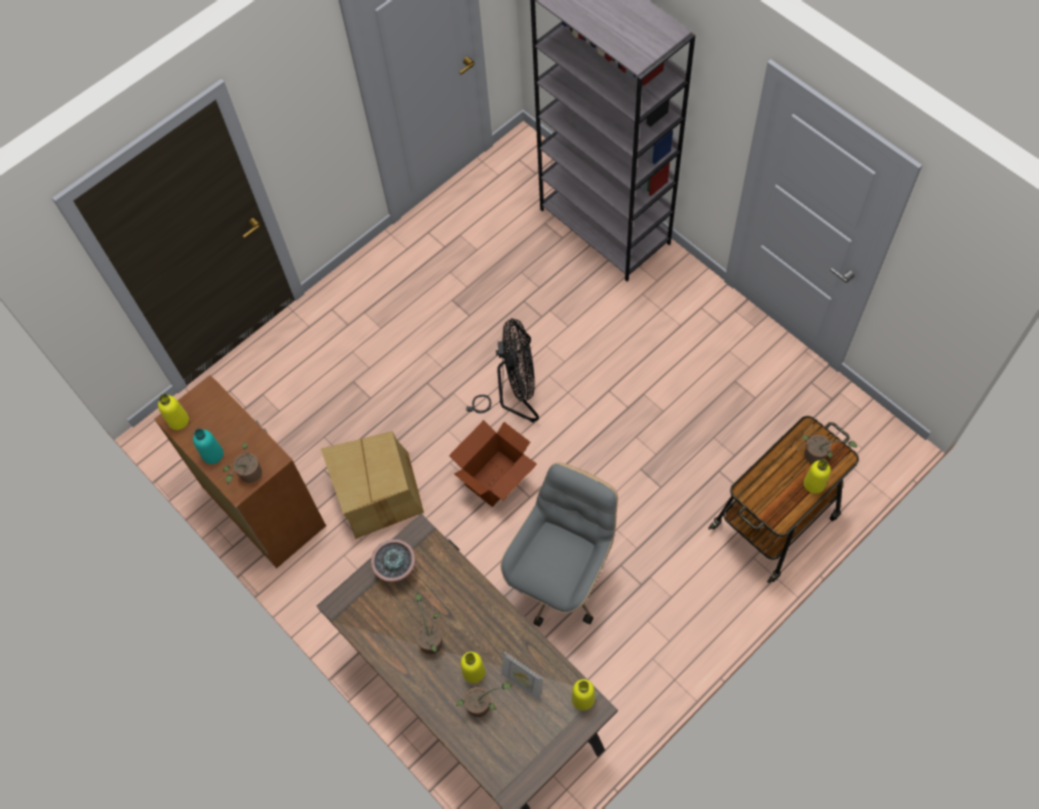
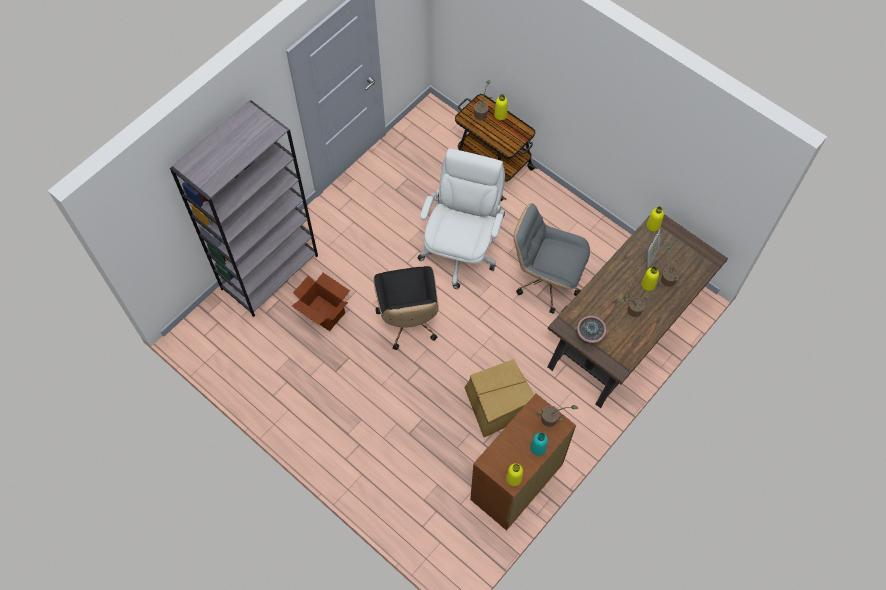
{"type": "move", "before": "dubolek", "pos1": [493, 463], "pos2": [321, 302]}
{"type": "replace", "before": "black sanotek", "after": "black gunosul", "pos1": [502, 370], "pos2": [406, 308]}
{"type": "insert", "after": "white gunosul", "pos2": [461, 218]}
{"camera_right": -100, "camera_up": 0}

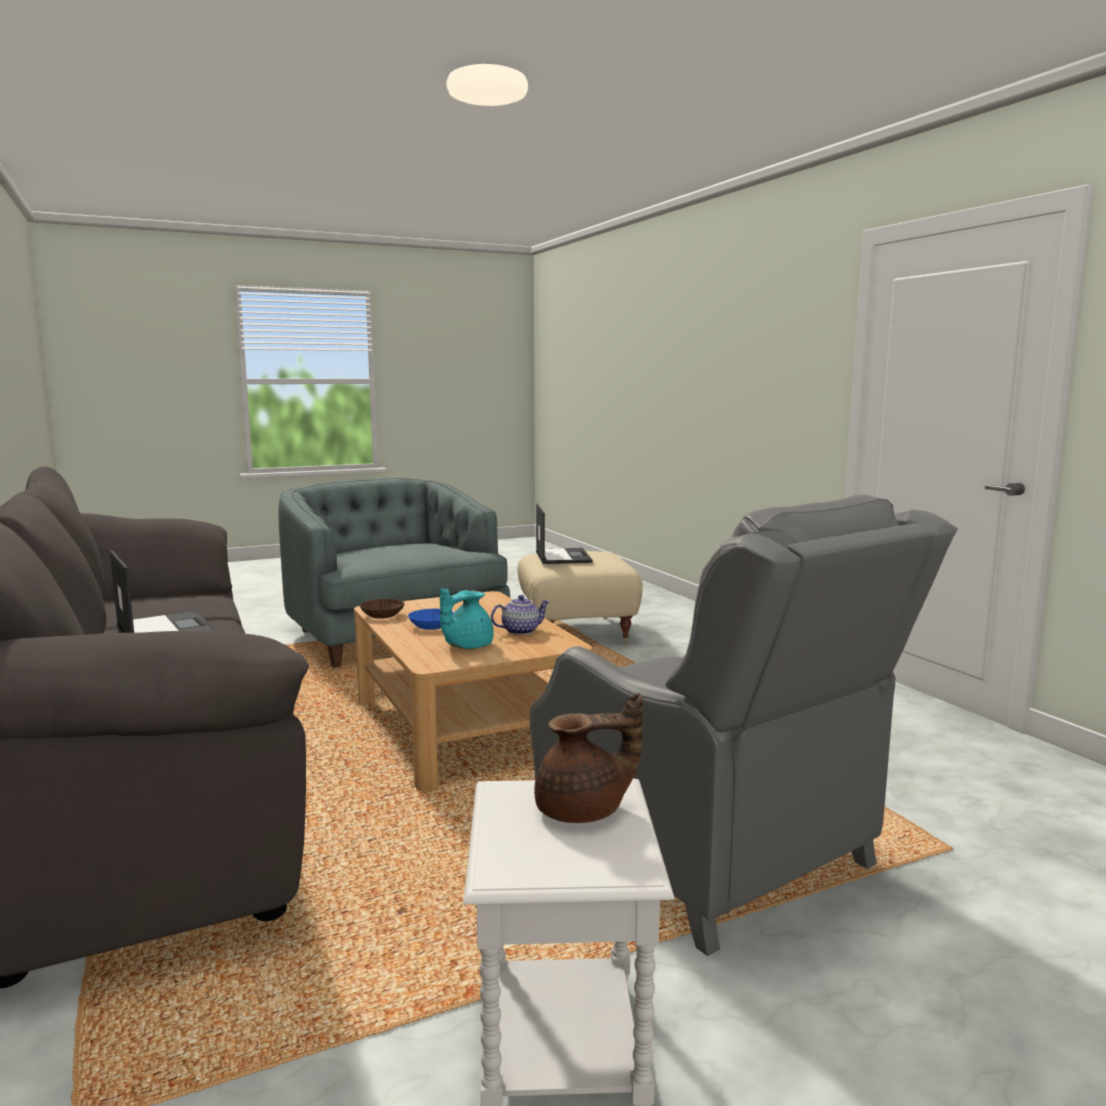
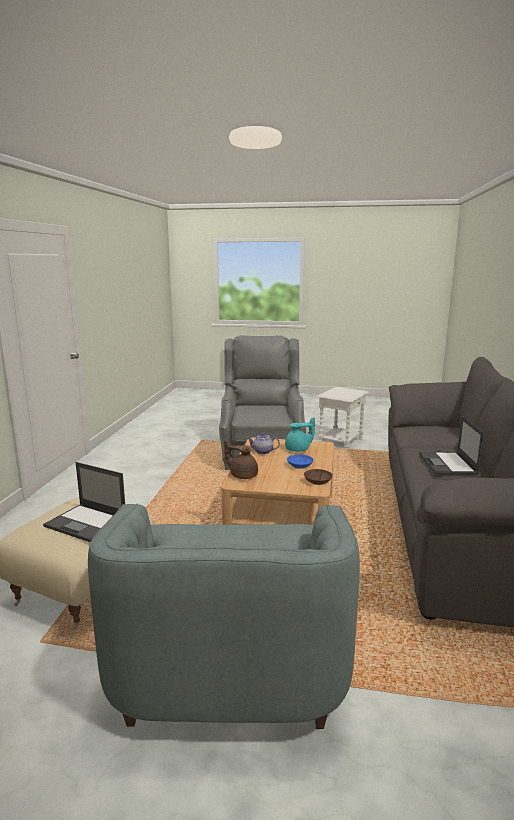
{"type": "move", "before": "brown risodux", "pos1": [588, 758], "pos2": [241, 459]}
{"type": "rotate", "before": "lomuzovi", "pos1": [564, 534], "pos2": [84, 502], "turn": -90}
{"camera_right": -145, "camera_up": 5}

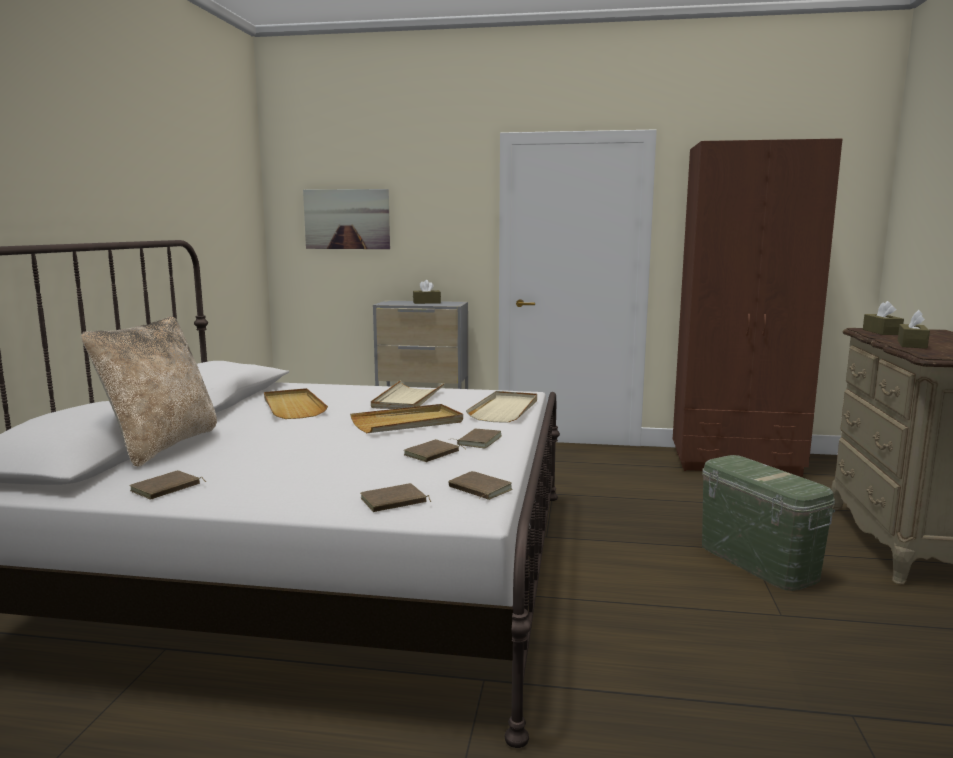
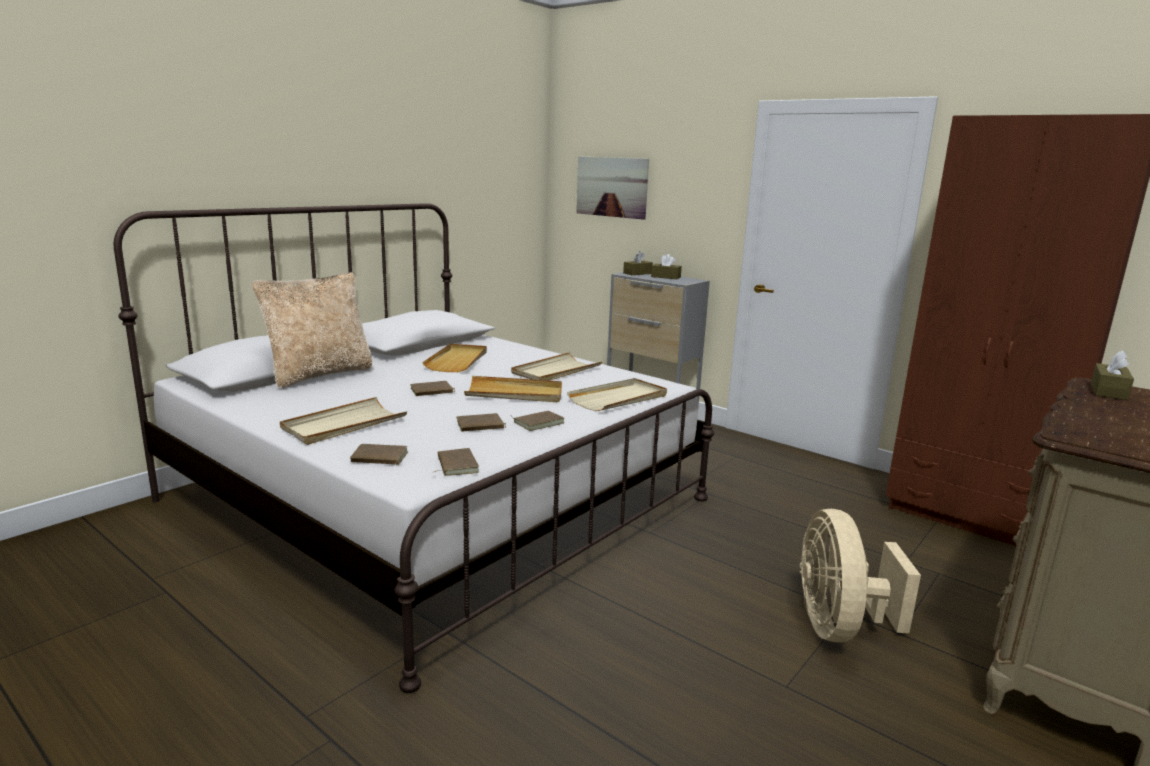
{"type": "move", "before": "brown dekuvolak", "pos1": [167, 485], "pos2": [432, 388]}
{"type": "replace", "before": "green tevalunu", "after": "beige sanotek", "pos1": [768, 523], "pos2": [860, 575]}
{"type": "move", "before": "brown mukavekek", "pos1": [914, 329], "pos2": [638, 263]}
{"type": "insert", "after": "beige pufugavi", "pos2": [343, 421]}
{"camera_right": 30, "camera_up": 5}

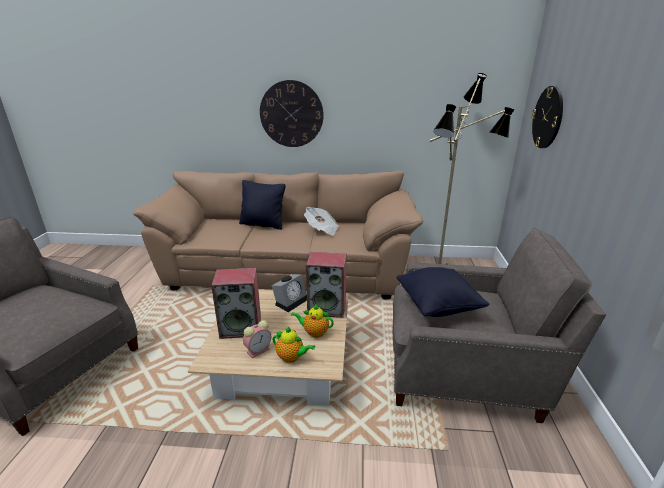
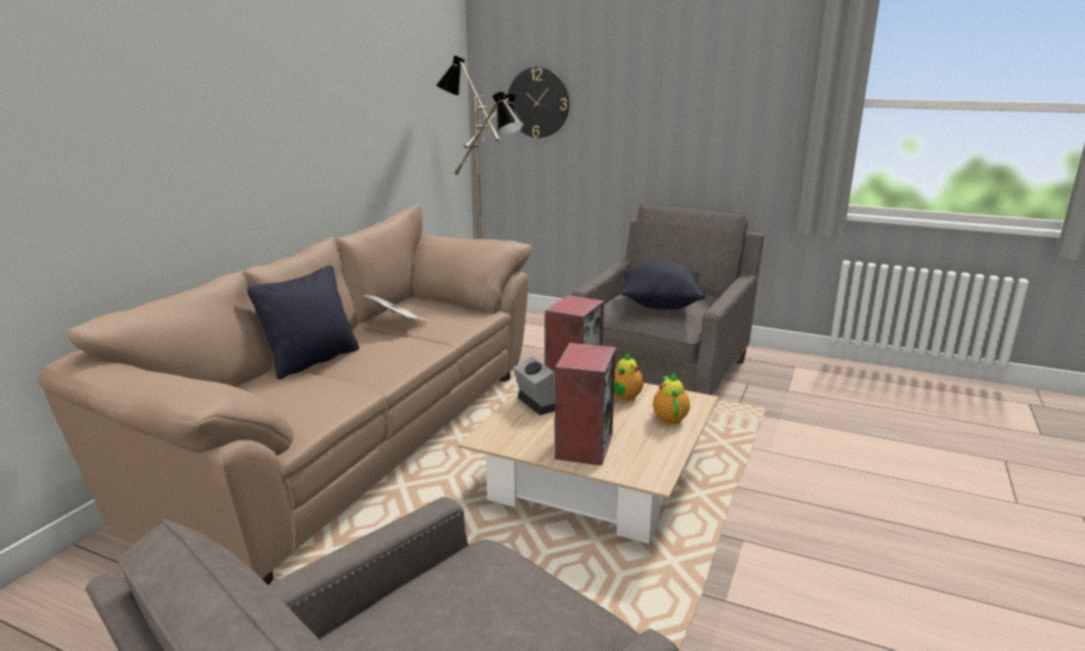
{"type": "delete", "before": "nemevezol", "pos1": [257, 339]}
{"type": "delete", "before": "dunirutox", "pos1": [292, 113]}
{"type": "rotate", "before": "risodux", "pos1": [293, 345], "pos2": [671, 398], "turn": -45}
{"camera_right": -70, "camera_up": -5}

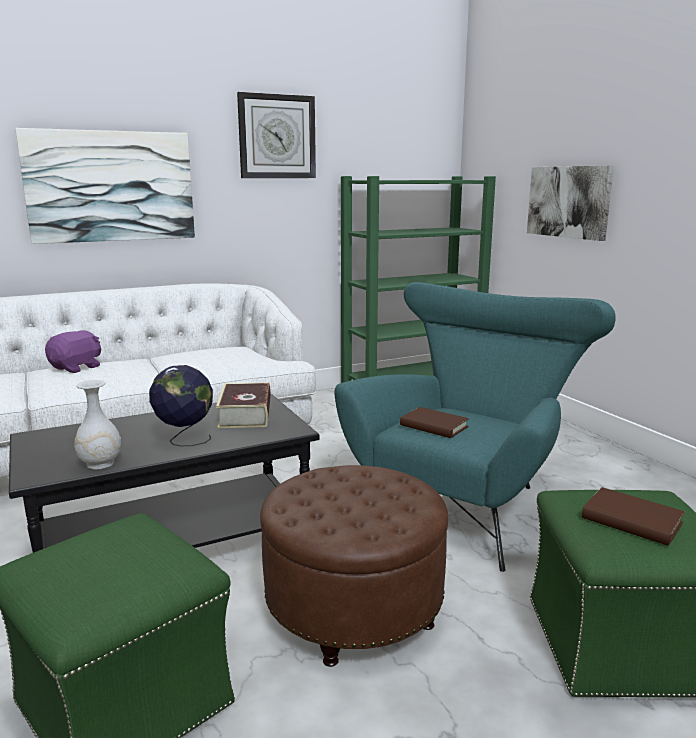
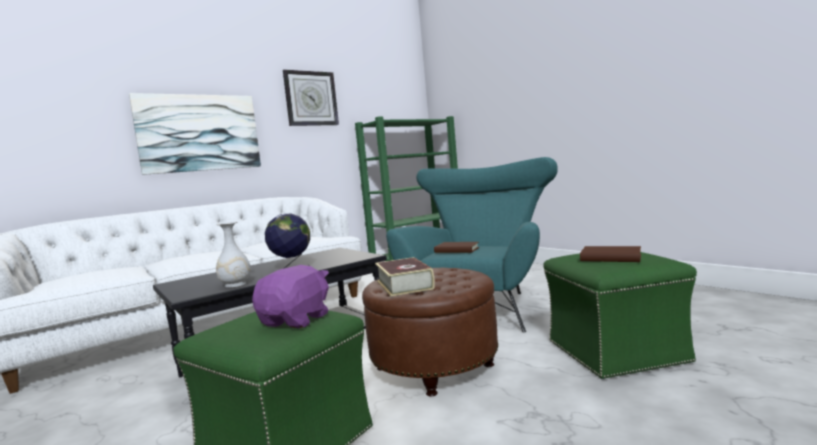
{"type": "move", "before": "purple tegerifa", "pos1": [73, 351], "pos2": [290, 297]}
{"type": "move", "before": "dekuvolak", "pos1": [243, 405], "pos2": [405, 277]}
{"type": "delete", "before": "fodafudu", "pos1": [570, 203]}
{"camera_right": -10, "camera_up": -10}

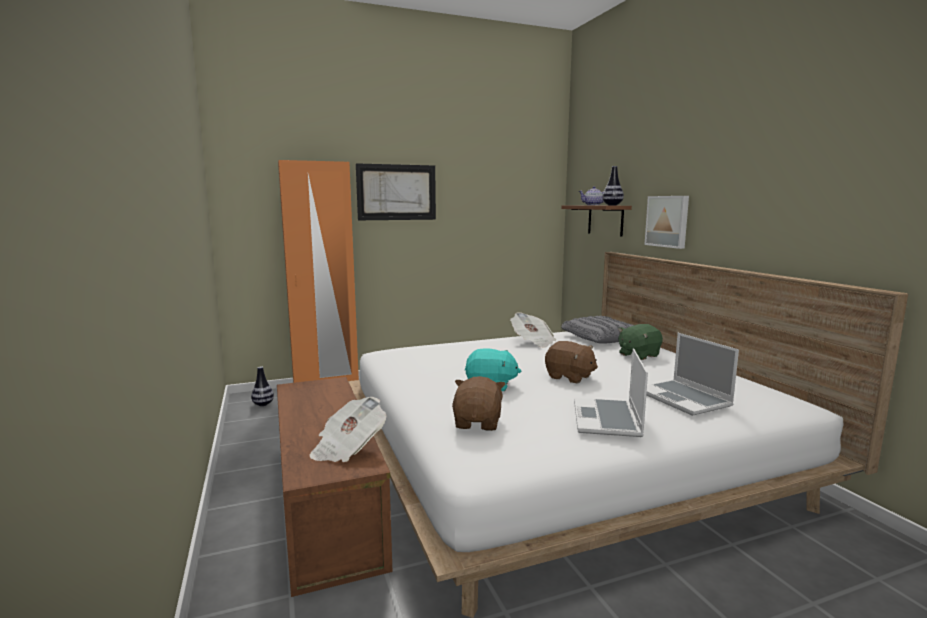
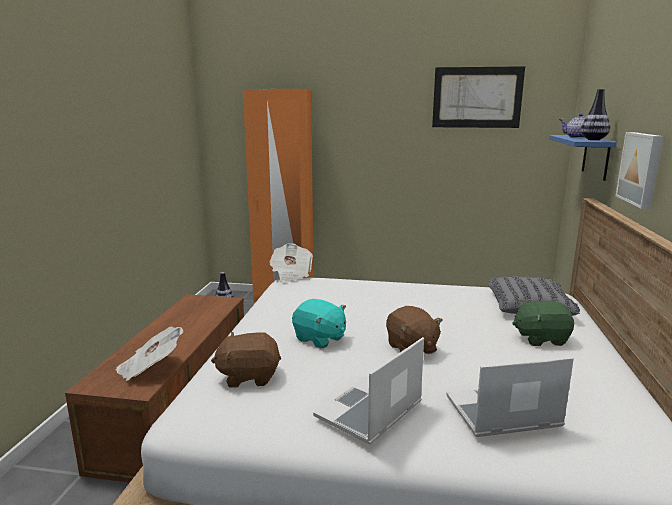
{"type": "move", "before": "fodafudu", "pos1": [396, 191], "pos2": [478, 97]}
{"type": "rotate", "before": "brown tegerifa", "pos1": [478, 403], "pos2": [246, 359], "turn": -135}
{"type": "move", "before": "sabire", "pos1": [533, 330], "pos2": [291, 262]}
{"type": "recolor", "before": "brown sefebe", "after": "blue sefebe", "pos1": [596, 221], "pos2": [583, 158]}
{"type": "rotate", "before": "lomuzovi", "pos1": [692, 374], "pos2": [510, 397], "turn": 75}
{"camera_right": 30, "camera_up": 5}

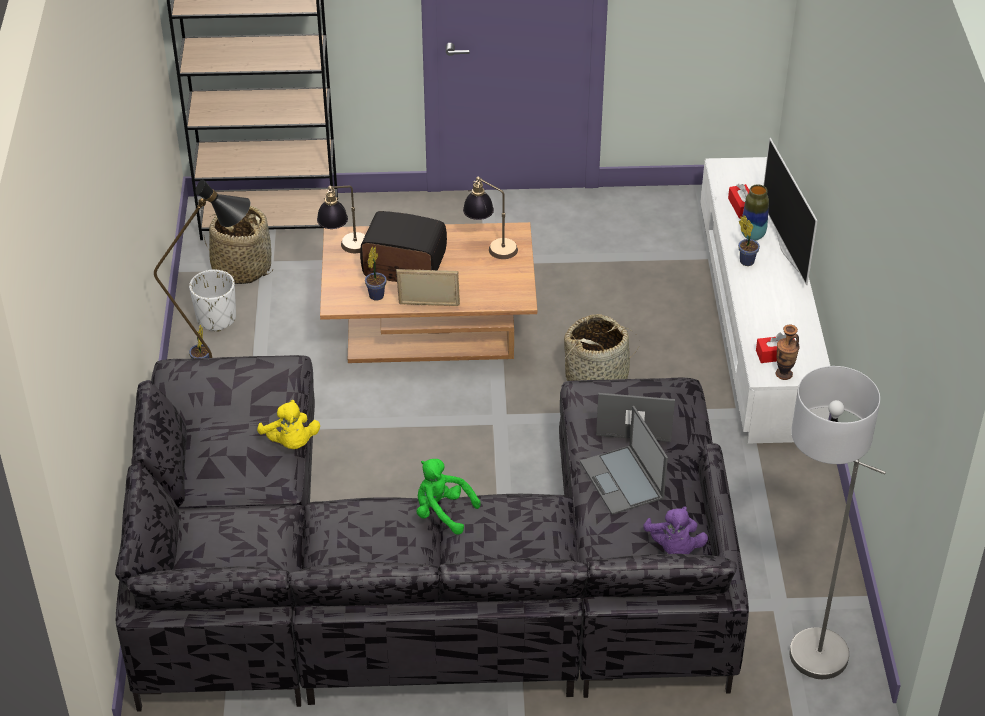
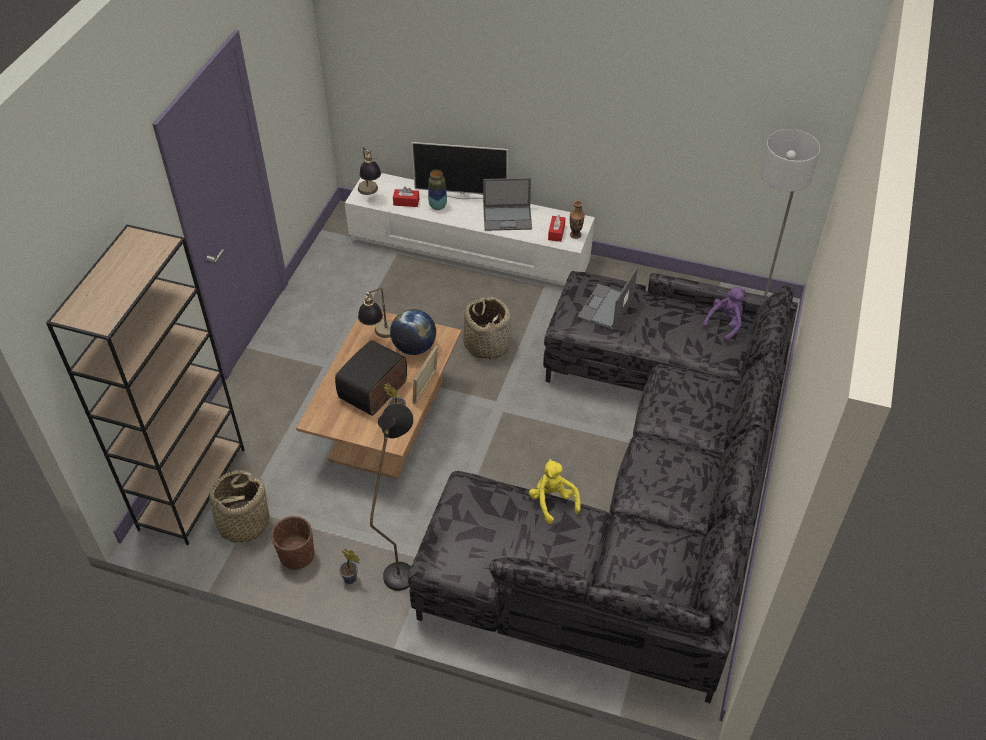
{"type": "recolor", "before": "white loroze", "after": "brown loroze", "pos1": [212, 300], "pos2": [292, 543]}
{"type": "rotate", "before": "yellow tegerifa", "pos1": [288, 424], "pos2": [554, 491], "turn": -105}
{"type": "move", "before": "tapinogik", "pos1": [341, 219], "pos2": [369, 171]}
{"type": "delete", "before": "green tegerifa", "pos1": [449, 496]}
{"type": "move", "before": "lomuzovi", "pos1": [624, 460], "pos2": [507, 204]}
{"type": "rotate", "before": "purple tegerifa", "pos1": [675, 530], "pos2": [723, 314], "turn": -60}
{"type": "delete", "before": "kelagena", "pos1": [749, 240]}
{"type": "insert", "after": "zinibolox", "pos2": [413, 332]}
{"camera_right": -70, "camera_up": 5}

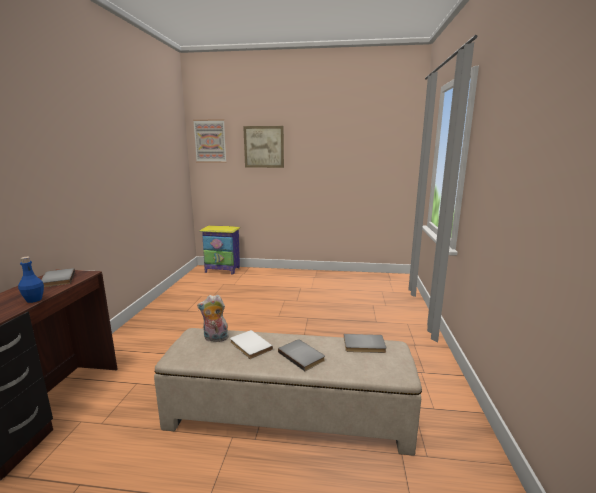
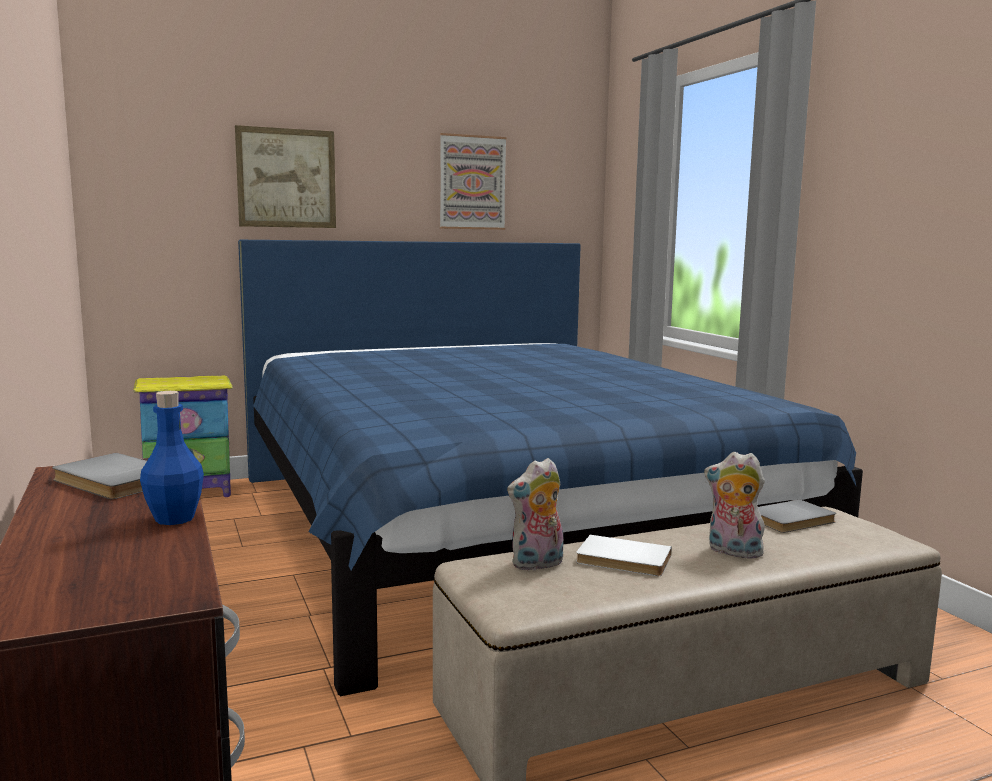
{"type": "move", "before": "fodafudu", "pos1": [209, 141], "pos2": [473, 181]}
{"type": "replace", "before": "grey dekuvolak", "after": "tegerifa", "pos1": [301, 355], "pos2": [735, 505]}
{"type": "insert", "after": "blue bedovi", "pos2": [550, 468]}
{"camera_right": -30, "camera_up": -5}

